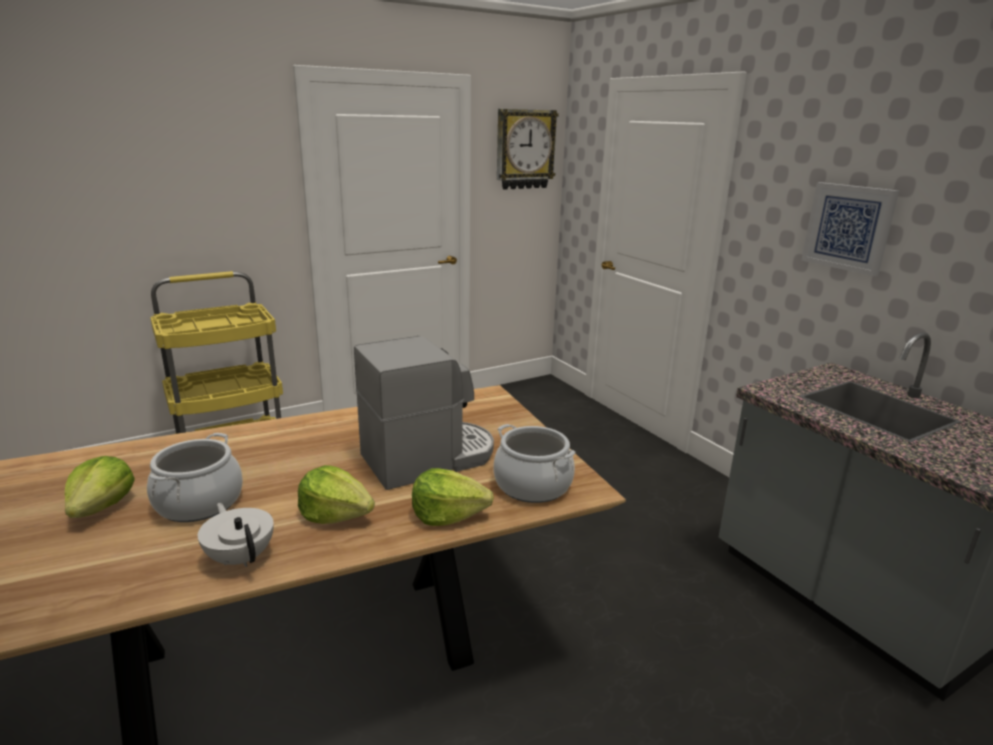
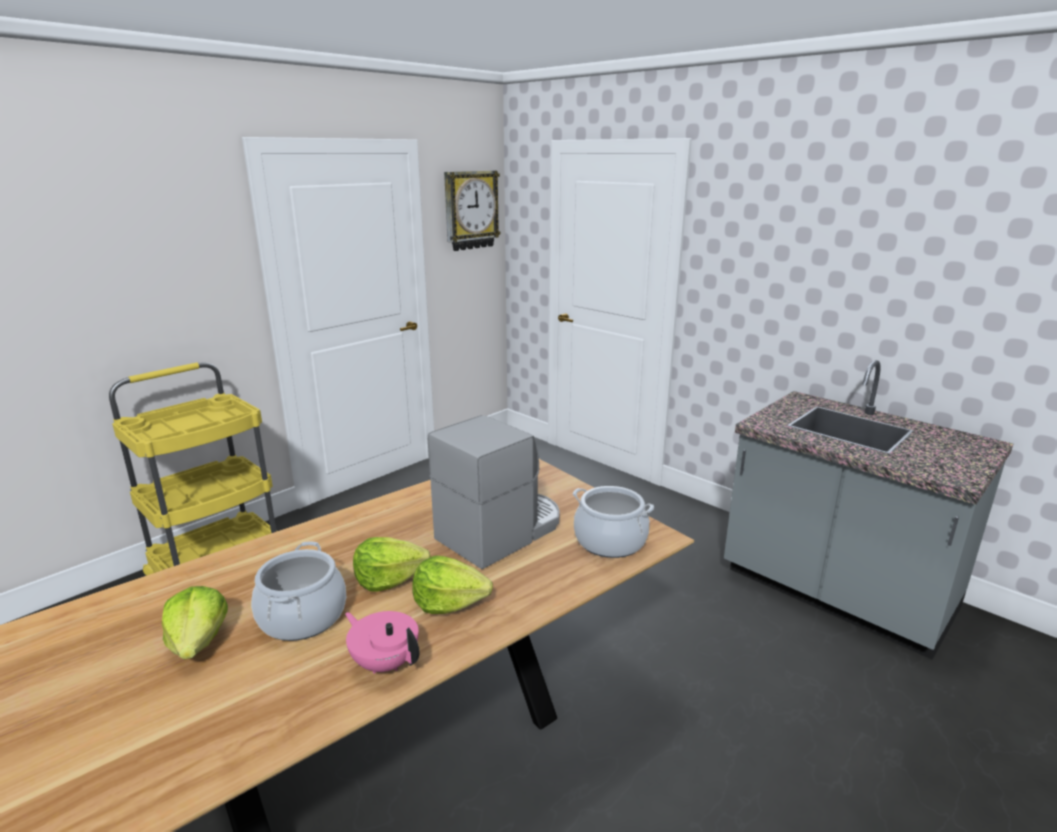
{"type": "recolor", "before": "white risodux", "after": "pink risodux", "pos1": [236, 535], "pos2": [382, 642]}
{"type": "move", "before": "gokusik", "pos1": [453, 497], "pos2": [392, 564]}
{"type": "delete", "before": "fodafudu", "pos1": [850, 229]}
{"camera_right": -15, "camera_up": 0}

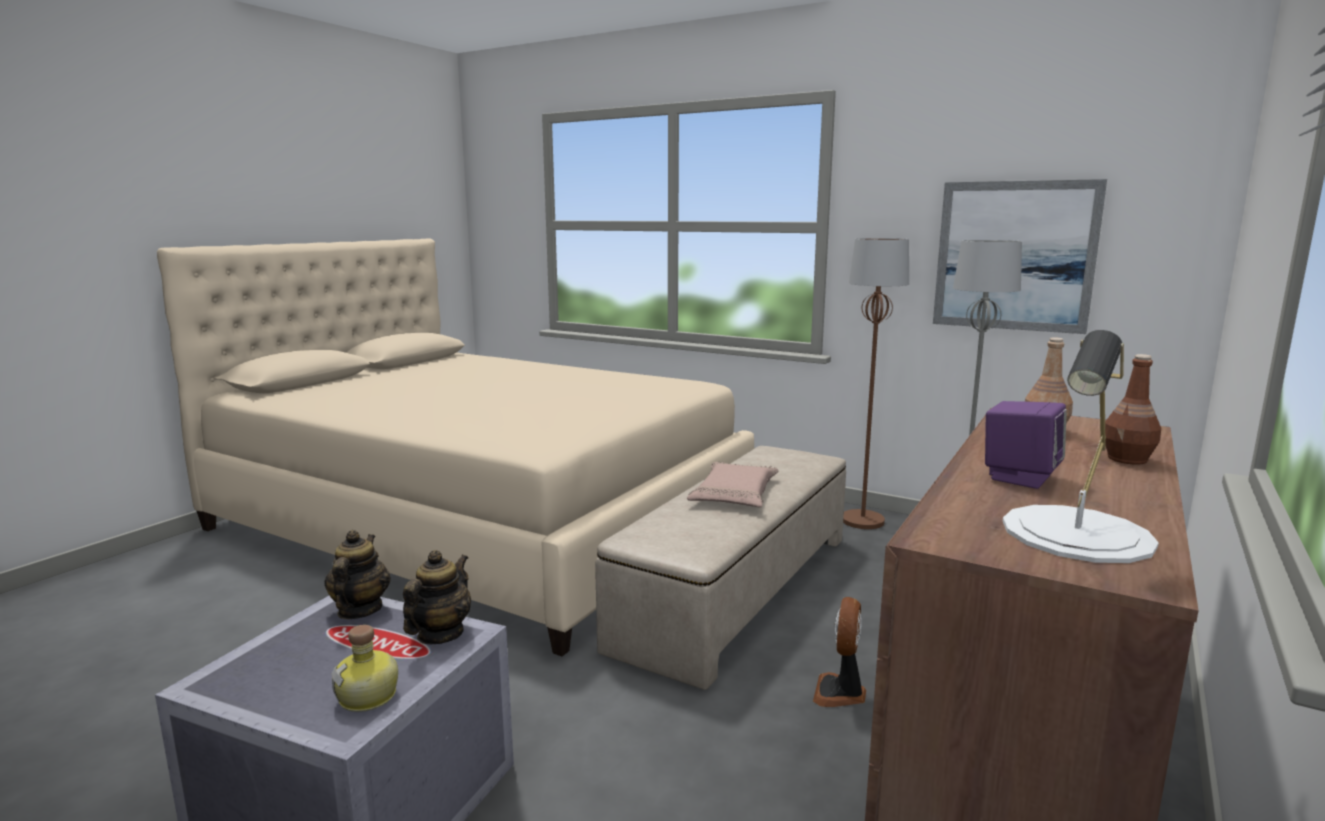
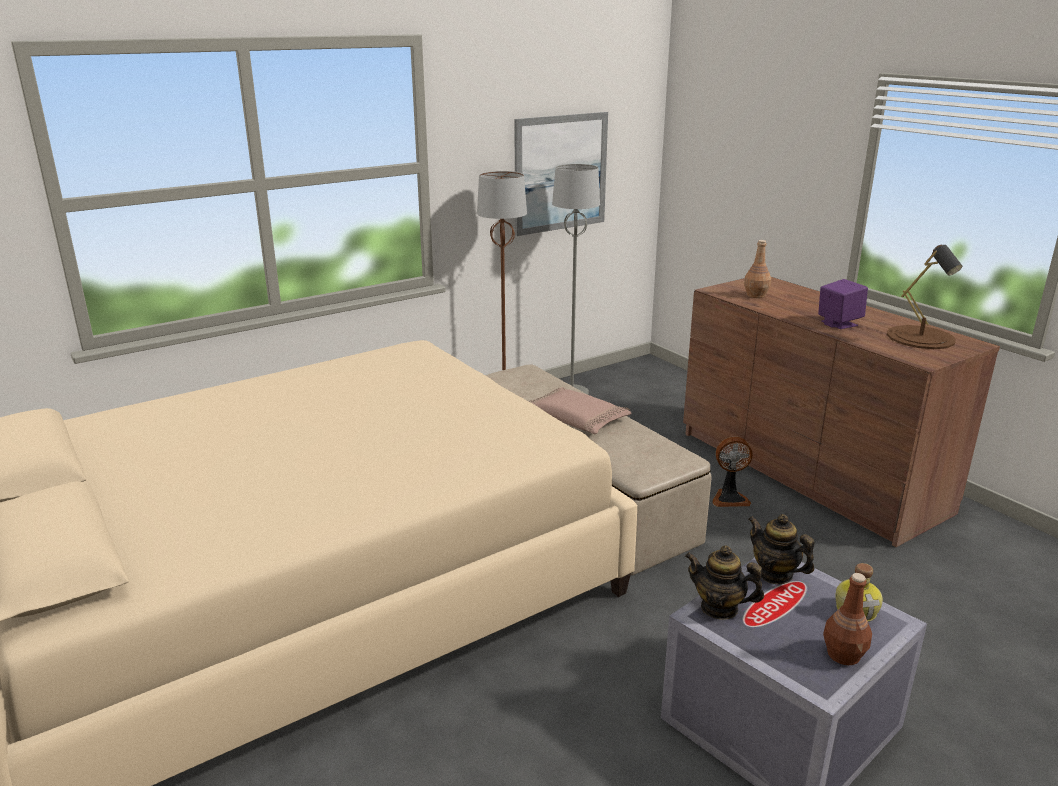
{"type": "rotate", "before": "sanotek", "pos1": [839, 652], "pos2": [732, 472], "turn": -45}
{"type": "recolor", "before": "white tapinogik", "after": "brown tapinogik", "pos1": [1081, 446], "pos2": [924, 297]}
{"type": "move", "before": "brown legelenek", "pos1": [1133, 409], "pos2": [847, 619]}
{"camera_right": -65, "camera_up": 10}

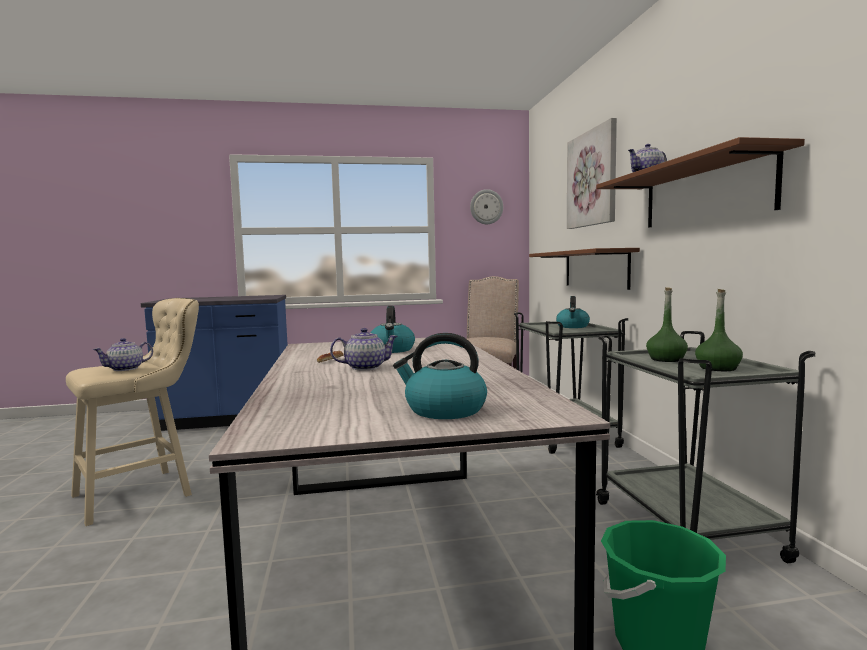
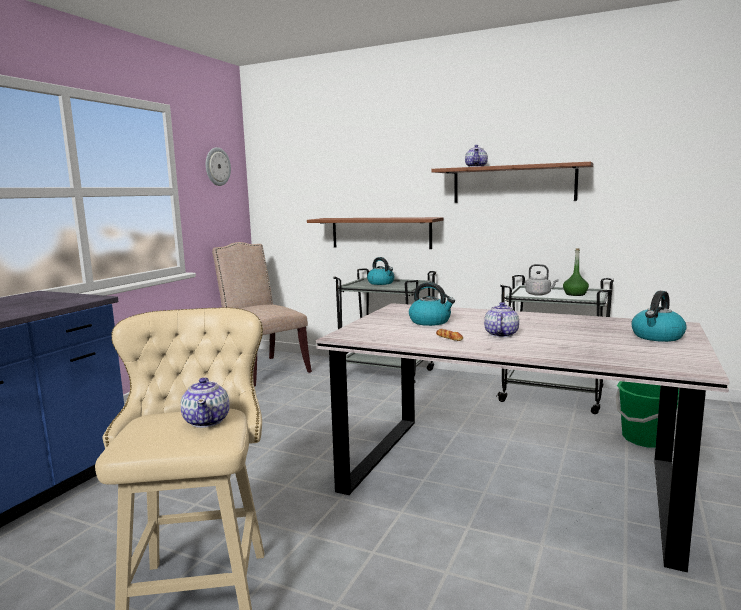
{"type": "delete", "before": "fodafudu", "pos1": [592, 173]}
{"type": "replace", "before": "green legelenek", "after": "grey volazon", "pos1": [667, 324], "pos2": [542, 280]}
{"camera_right": -55, "camera_up": 5}

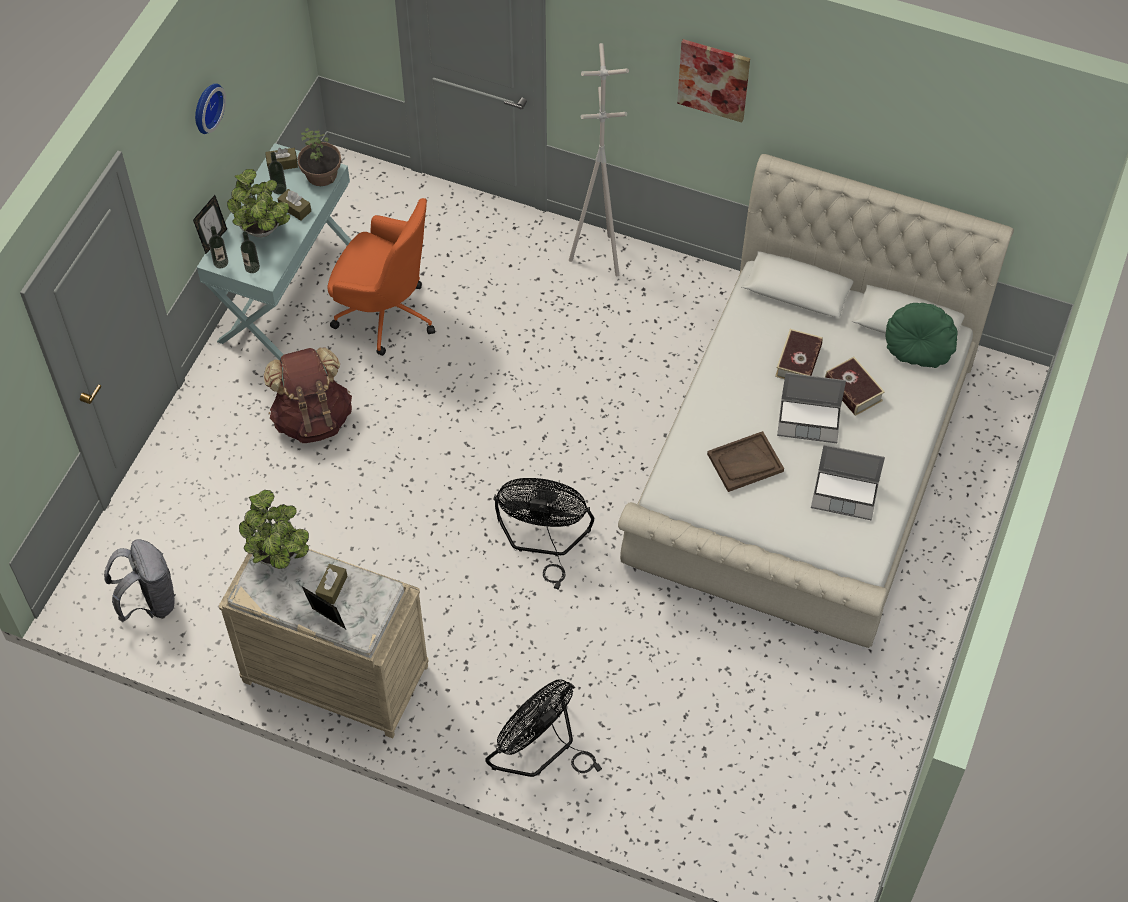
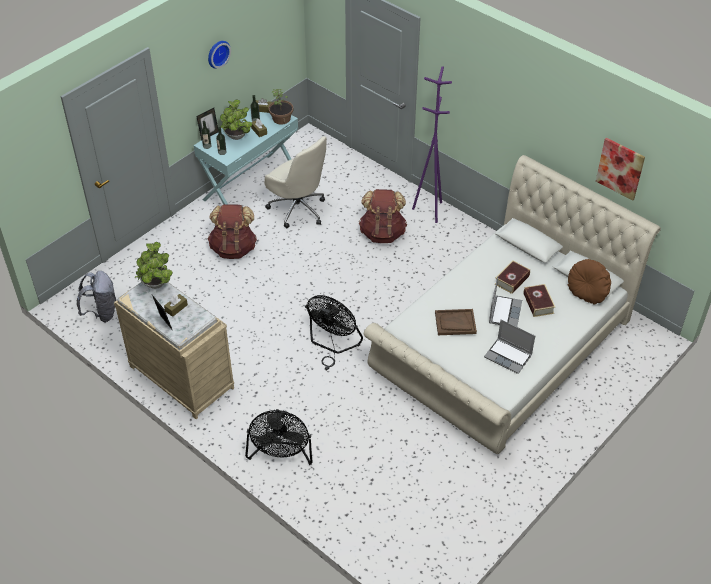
{"type": "recolor", "before": "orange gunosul", "after": "beige gunosul", "pos1": [381, 277], "pos2": [295, 182]}
{"type": "rotate", "before": "black sanotek", "pos1": [543, 728], "pos2": [278, 437], "turn": -150}
{"type": "recolor", "before": "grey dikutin", "after": "purple dikutin", "pos1": [599, 159], "pos2": [432, 144]}
{"type": "move", "before": "fodafudu", "pos1": [713, 81], "pos2": [620, 169]}
{"type": "rotate", "before": "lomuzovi", "pos1": [811, 408], "pos2": [505, 302], "turn": -105}
{"type": "recolor", "before": "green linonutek", "after": "brown linonutek", "pos1": [921, 335], "pos2": [589, 282]}
{"type": "insert", "after": "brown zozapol", "pos2": [383, 216]}
{"camera_right": 20, "camera_up": -10}

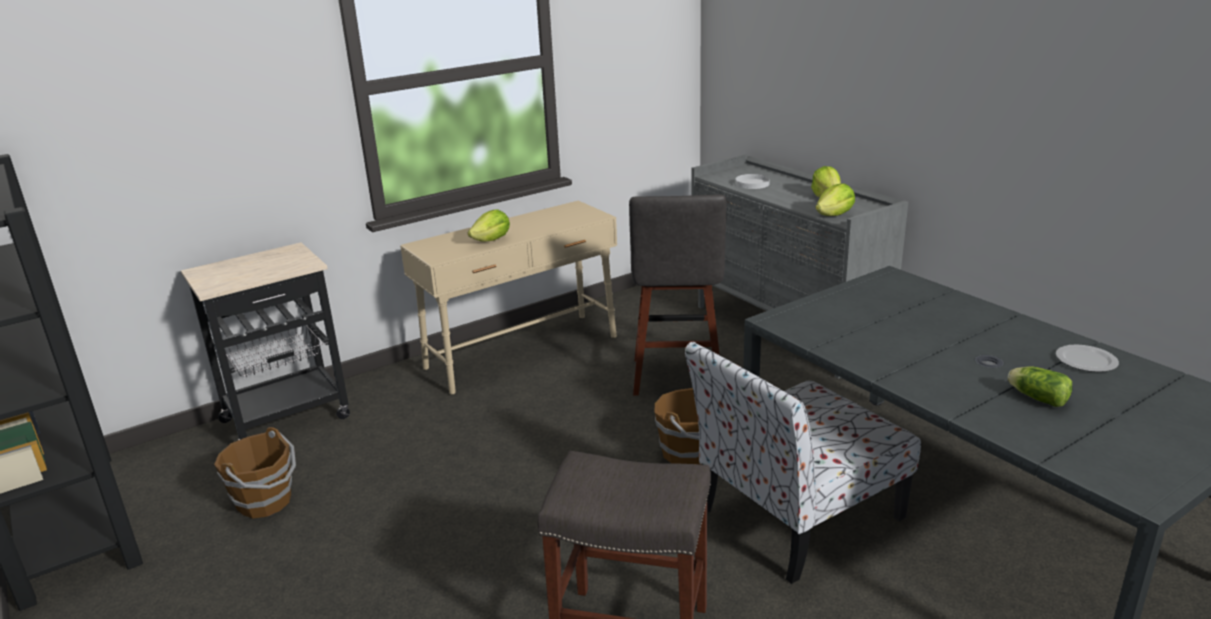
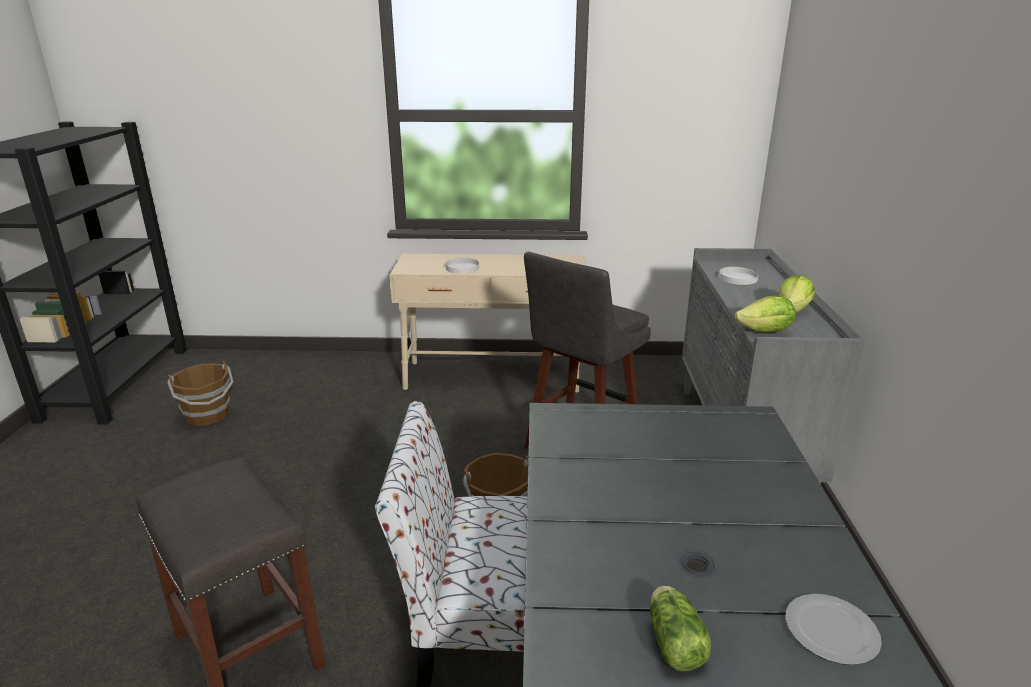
{"type": "delete", "before": "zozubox", "pos1": [265, 341]}
{"type": "replace", "before": "gokusik", "after": "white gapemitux", "pos1": [489, 225], "pos2": [462, 266]}
{"camera_right": 35, "camera_up": 0}

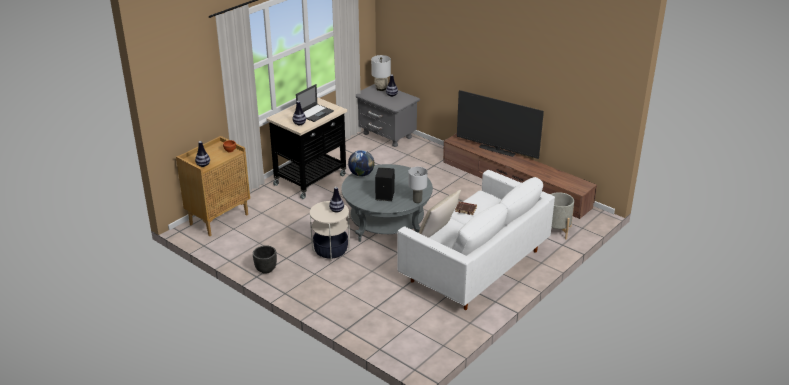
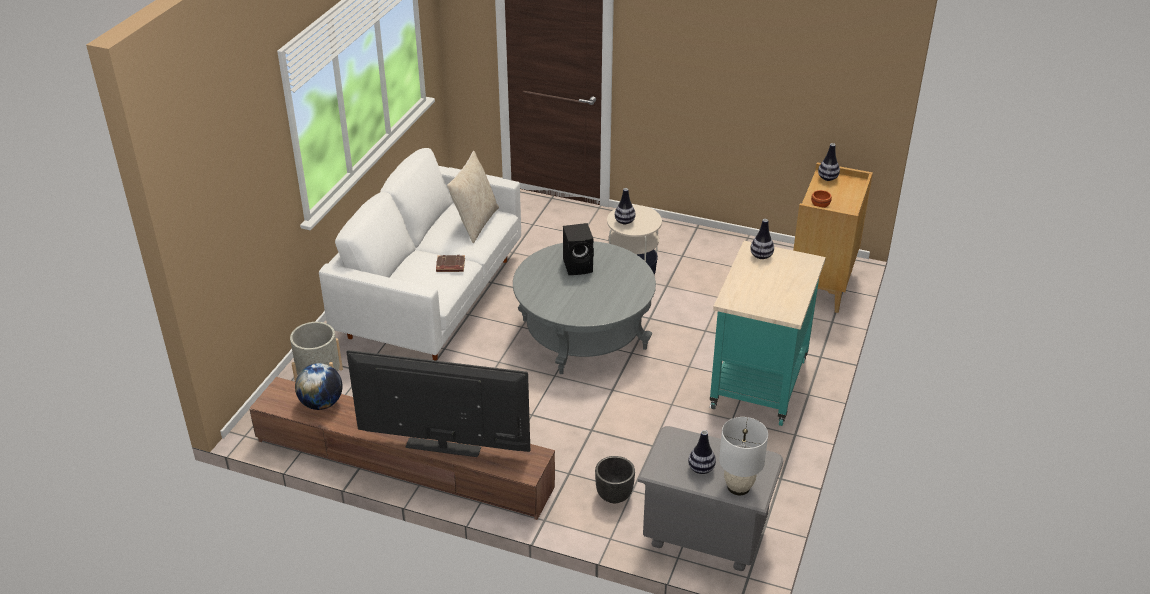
{"type": "move", "before": "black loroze", "pos1": [265, 259], "pos2": [615, 479]}
{"type": "recolor", "before": "black zozubox", "after": "turquoise zozubox", "pos1": [306, 148], "pos2": [767, 333]}
{"type": "delete", "before": "lomuzovi", "pos1": [315, 103]}
{"type": "move", "before": "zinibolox", "pos1": [361, 163], "pos2": [319, 386]}
{"type": "delete", "before": "white tapinogik", "pos1": [417, 185]}
{"camera_right": 160, "camera_up": 5}

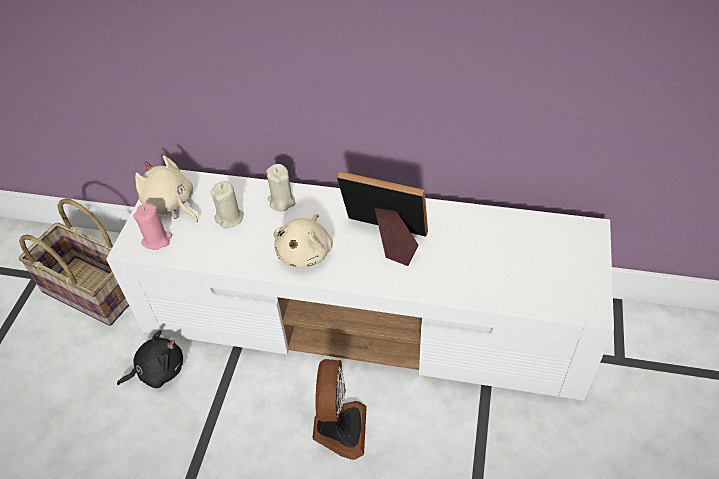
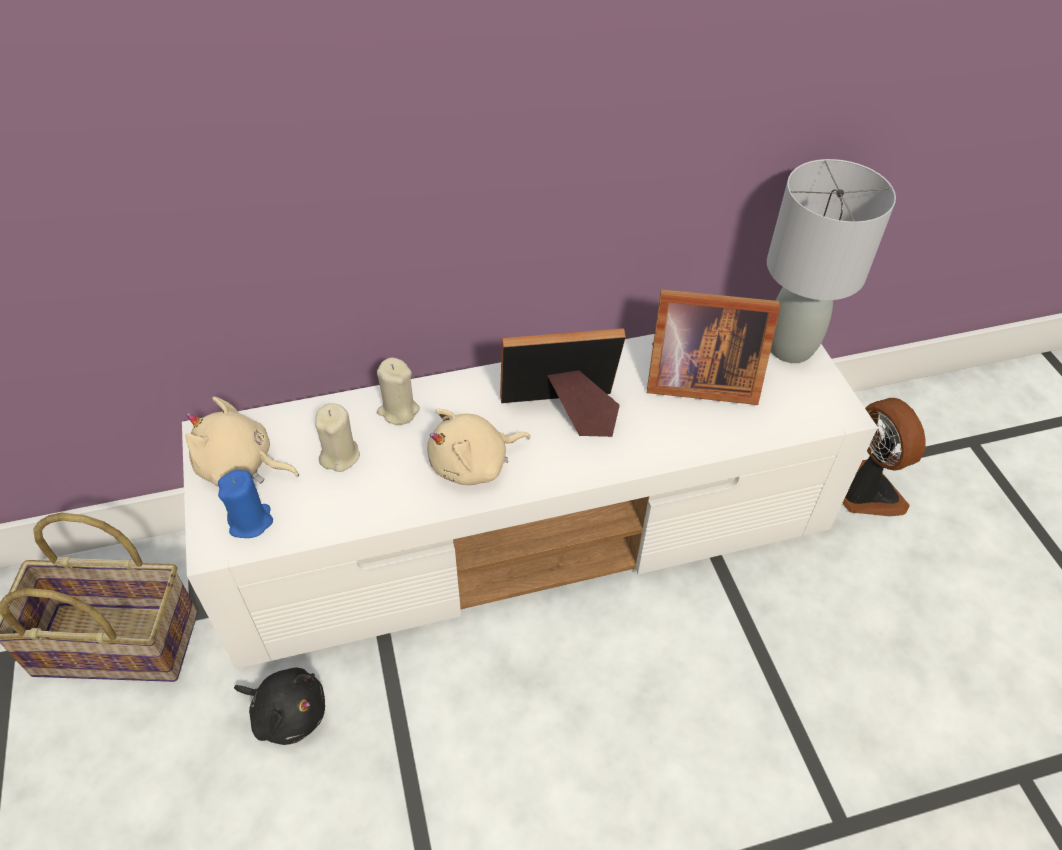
{"type": "rotate", "before": "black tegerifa", "pos1": [150, 359], "pos2": [279, 706], "turn": 75}
{"type": "recolor", "before": "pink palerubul", "after": "blue palerubul", "pos1": [152, 227], "pos2": [245, 504]}
{"type": "rotate", "before": "beige tegerifa", "pos1": [303, 241], "pos2": [479, 446], "turn": 75}
{"type": "move", "before": "sanotek", "pos1": [340, 409], "pos2": [884, 457]}
{"type": "insert", "after": "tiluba", "pos2": [714, 347]}
{"type": "insert", "after": "grey tapinogik", "pos2": [831, 261]}
{"camera_right": -30, "camera_up": 0}

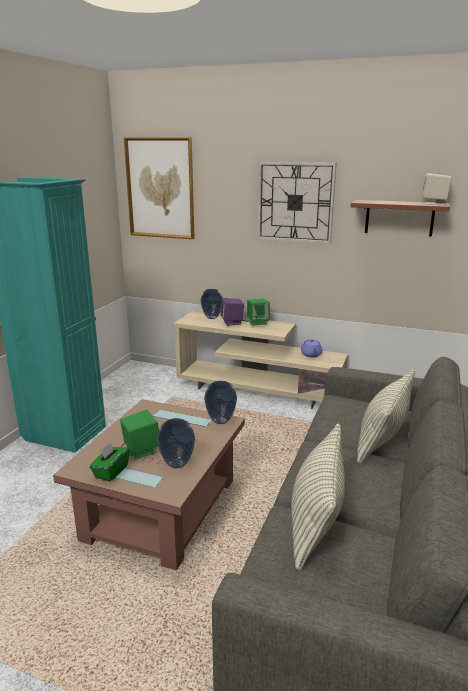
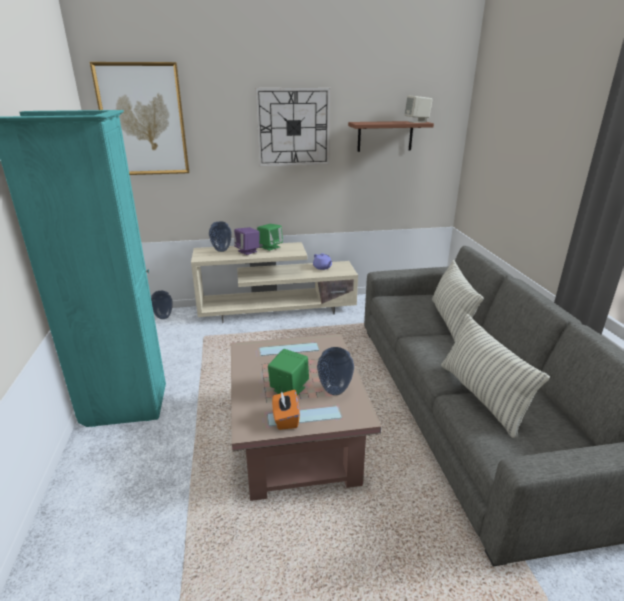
{"type": "recolor", "before": "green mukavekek", "after": "orange mukavekek", "pos1": [110, 461], "pos2": [286, 410]}
{"type": "move", "before": "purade", "pos1": [220, 402], "pos2": [162, 305]}
{"camera_right": -30, "camera_up": 5}

